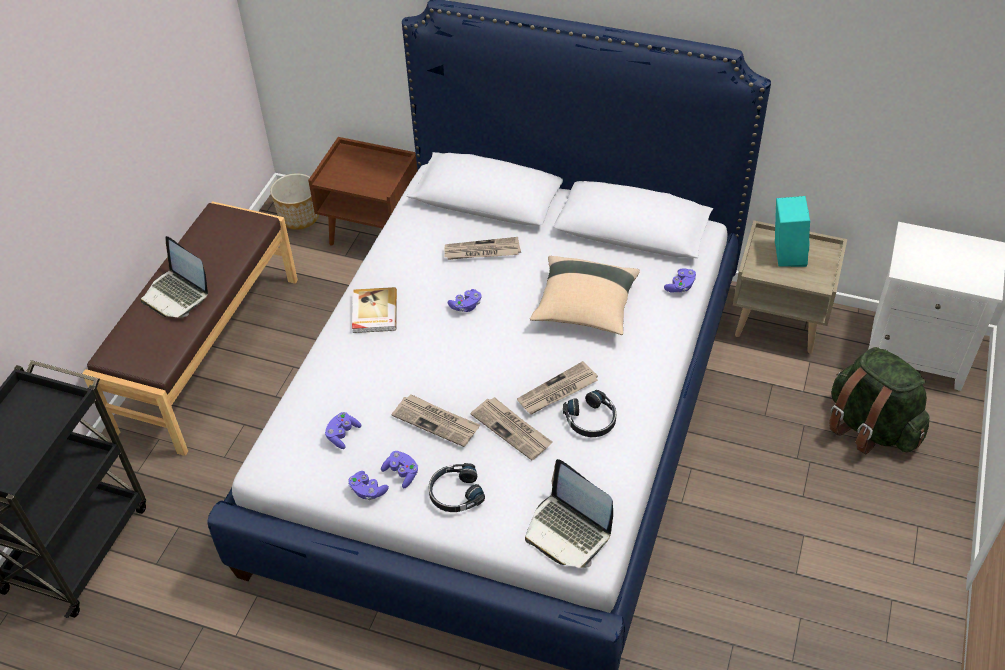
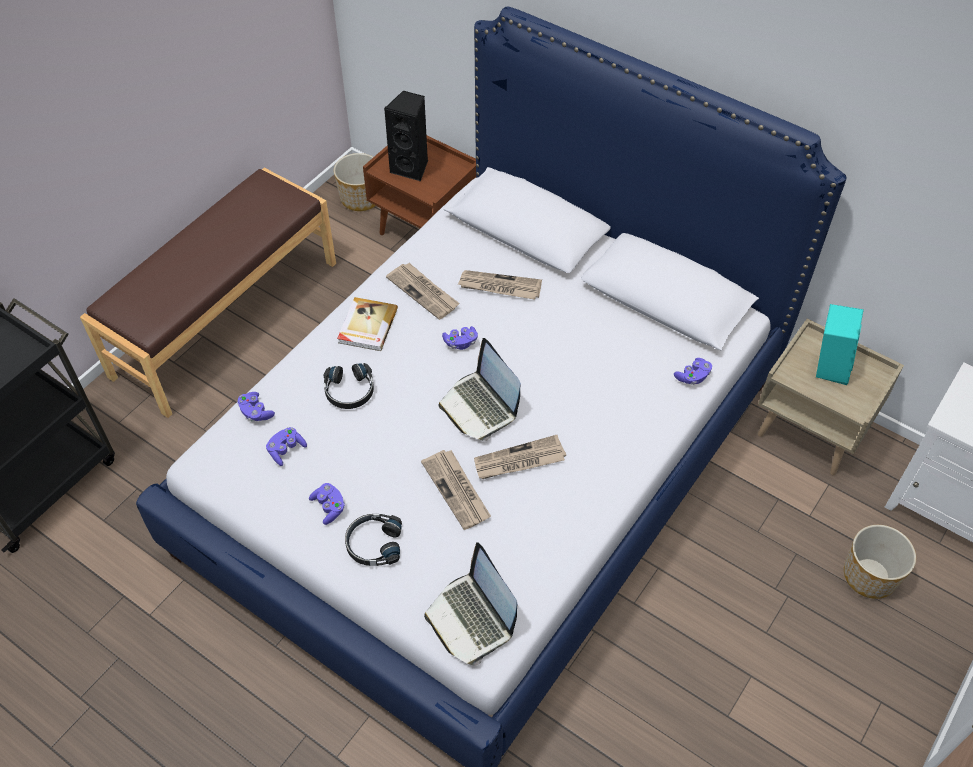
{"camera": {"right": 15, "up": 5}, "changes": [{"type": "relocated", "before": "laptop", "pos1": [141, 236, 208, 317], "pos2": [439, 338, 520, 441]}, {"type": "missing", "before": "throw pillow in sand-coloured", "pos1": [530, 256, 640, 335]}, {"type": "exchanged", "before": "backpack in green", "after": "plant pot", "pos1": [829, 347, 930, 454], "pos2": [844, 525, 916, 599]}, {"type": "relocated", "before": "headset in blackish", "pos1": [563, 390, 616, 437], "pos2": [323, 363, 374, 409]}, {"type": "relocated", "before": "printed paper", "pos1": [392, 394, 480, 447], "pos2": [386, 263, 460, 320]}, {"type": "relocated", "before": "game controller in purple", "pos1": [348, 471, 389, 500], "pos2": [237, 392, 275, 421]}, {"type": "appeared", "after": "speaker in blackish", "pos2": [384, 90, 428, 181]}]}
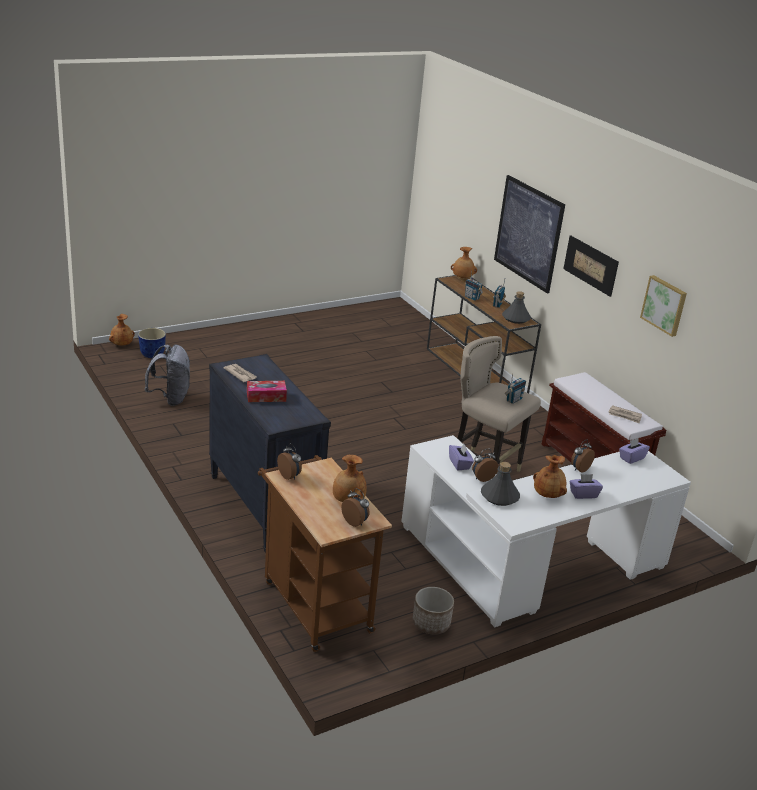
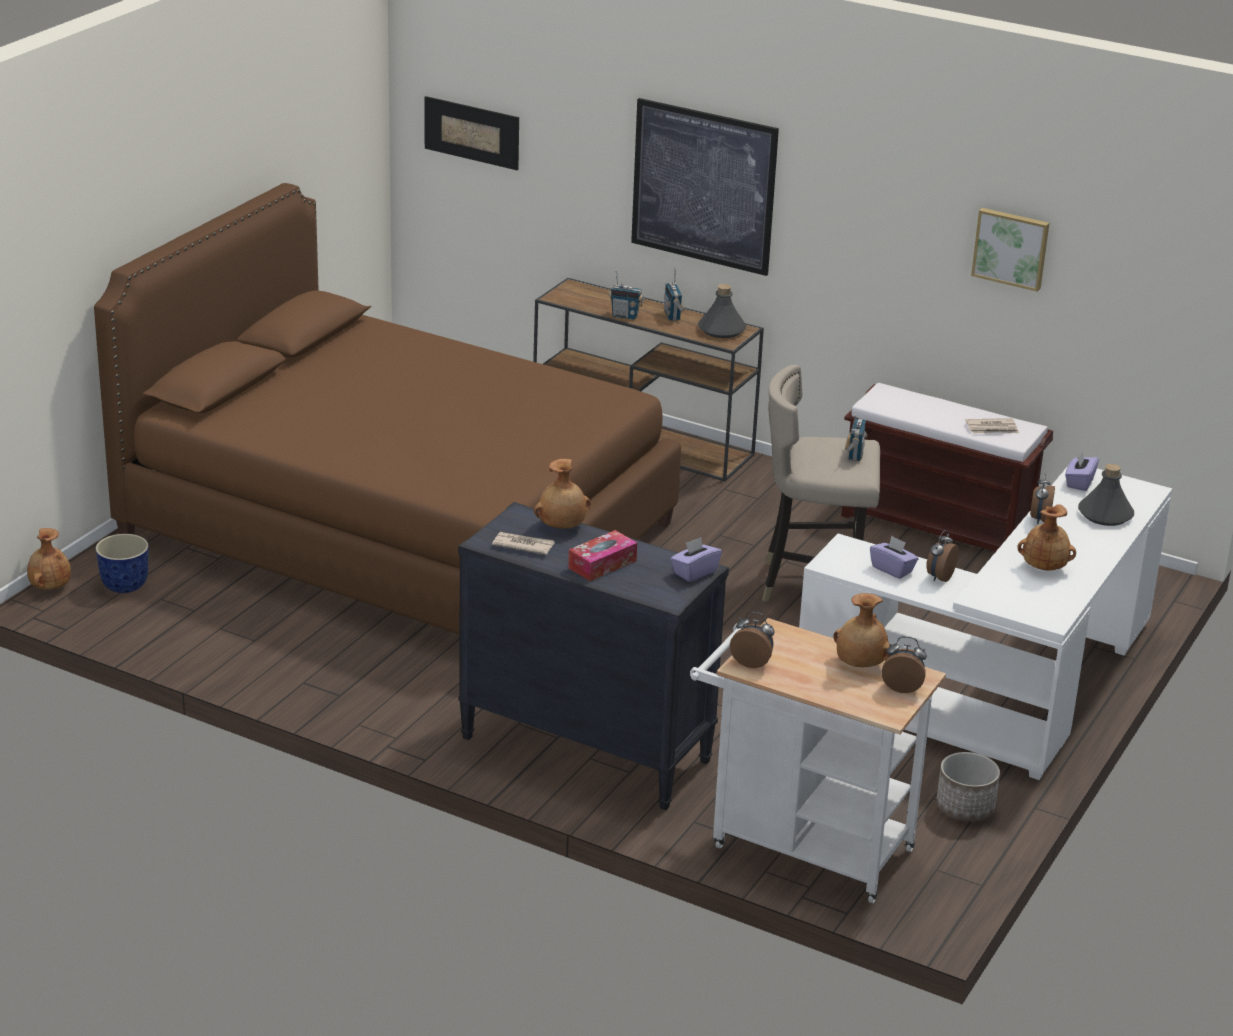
{"camera": {"right": -30, "up": 0}, "changes": [{"type": "relocated", "before": "wall art", "pos1": [563, 236, 619, 297], "pos2": [424, 96, 519, 170]}, {"type": "relocated", "before": "decorative vase in brown", "pos1": [451, 247, 477, 278], "pos2": [534, 459, 591, 529]}, {"type": "missing", "before": "backpack in greyish", "pos1": [145, 345, 190, 406]}, {"type": "colour", "before": "wheeled cart in brown", "after": "wheeled cart in white-coloured", "pos1": [258, 455, 392, 652], "pos2": [690, 618, 946, 903]}, {"type": "relocated", "before": "drink bottle in greyish", "pos1": [481, 462, 520, 506], "pos2": [1078, 464, 1134, 526]}, {"type": "relocated", "before": "tissue holder in purple", "pos1": [569, 474, 603, 499], "pos2": [670, 537, 722, 582]}, {"type": "appeared", "after": "bed in brown", "pos2": [94, 183, 681, 634]}]}
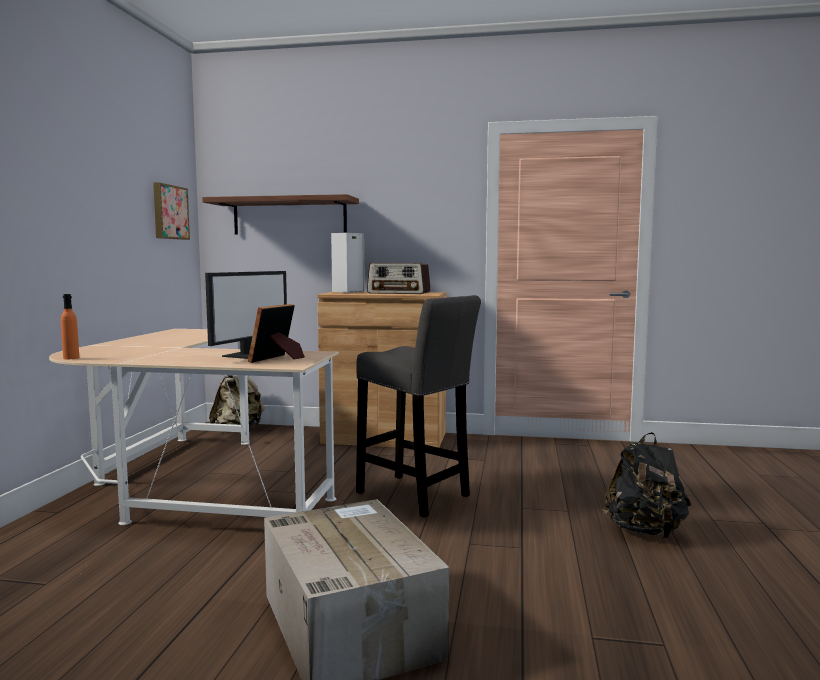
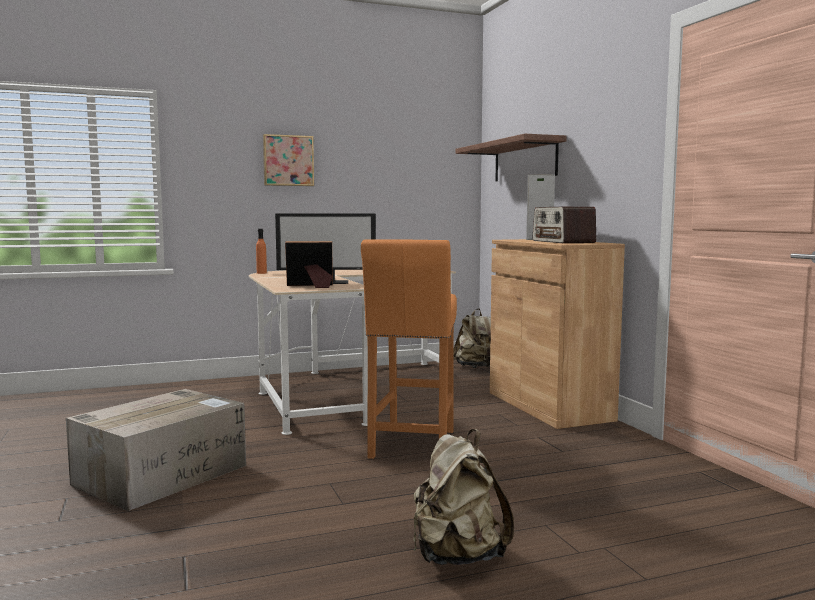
{"camera": {"right": 60, "up": 0}, "changes": [{"type": "relocated", "before": "wall art", "pos1": [153, 183, 190, 240], "pos2": [263, 134, 314, 186]}, {"type": "colour", "before": "stool seat in greyish", "after": "stool seat in orange", "pos1": [356, 295, 481, 518], "pos2": [361, 240, 457, 459]}, {"type": "colour", "before": "backpack in blackish", "after": "backpack in sand-coloured", "pos1": [601, 432, 691, 538], "pos2": [413, 429, 514, 565]}]}
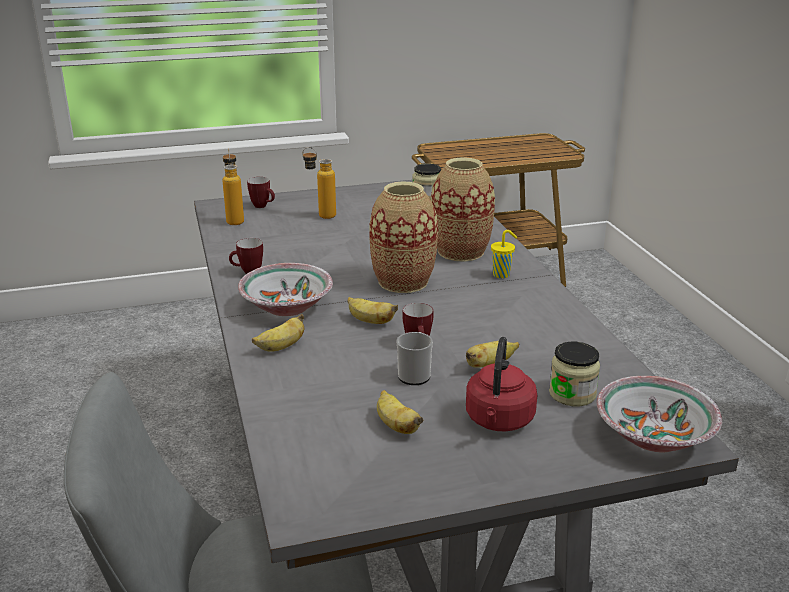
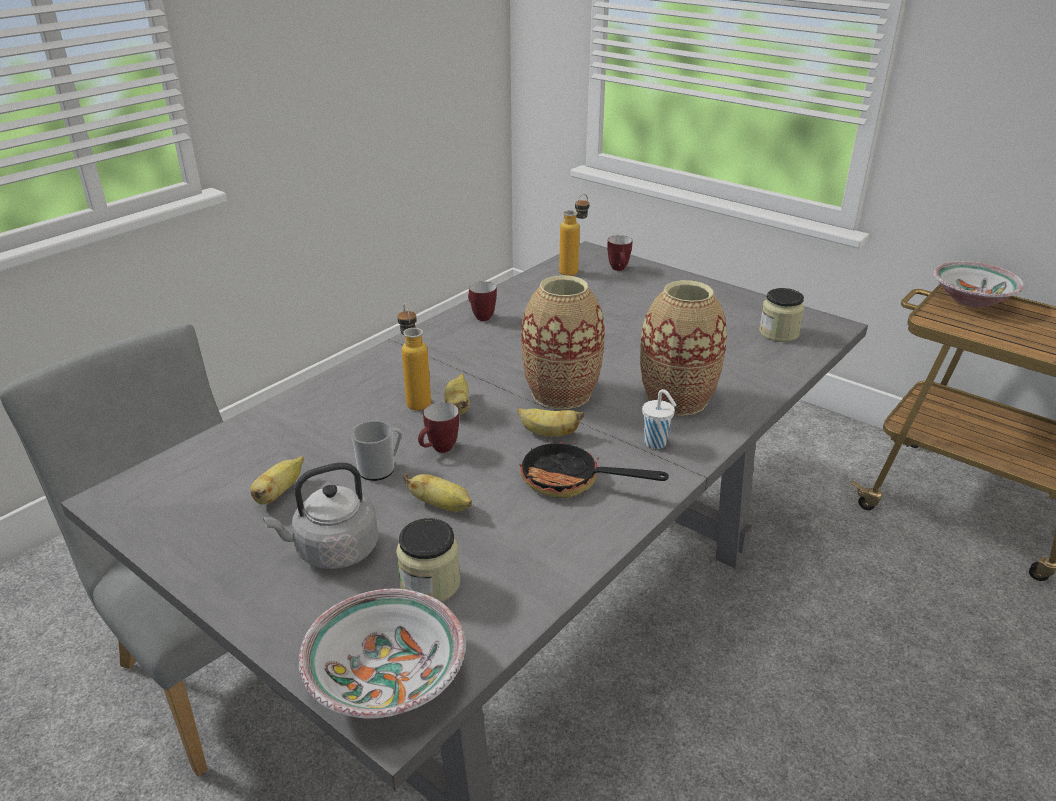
{"camera": {"right": 55, "up": 5}, "changes": [{"type": "relocated", "before": "drink bottle", "pos1": [302, 147, 336, 219], "pos2": [397, 304, 431, 411]}, {"type": "colour", "before": "small cup in yellow-coloured", "after": "small cup in white-coloured", "pos1": [491, 230, 517, 278], "pos2": [642, 389, 676, 449]}, {"type": "relocated", "before": "deep dish", "pos1": [238, 263, 333, 316], "pos2": [933, 261, 1025, 307]}, {"type": "relocated", "before": "whole banana", "pos1": [252, 314, 304, 352], "pos2": [517, 408, 584, 436]}, {"type": "colour", "before": "kettle in reddish", "after": "kettle in greyish", "pos1": [466, 337, 537, 431], "pos2": [263, 463, 379, 569]}, {"type": "appeared", "after": "skillet", "pos2": [519, 440, 669, 498]}]}
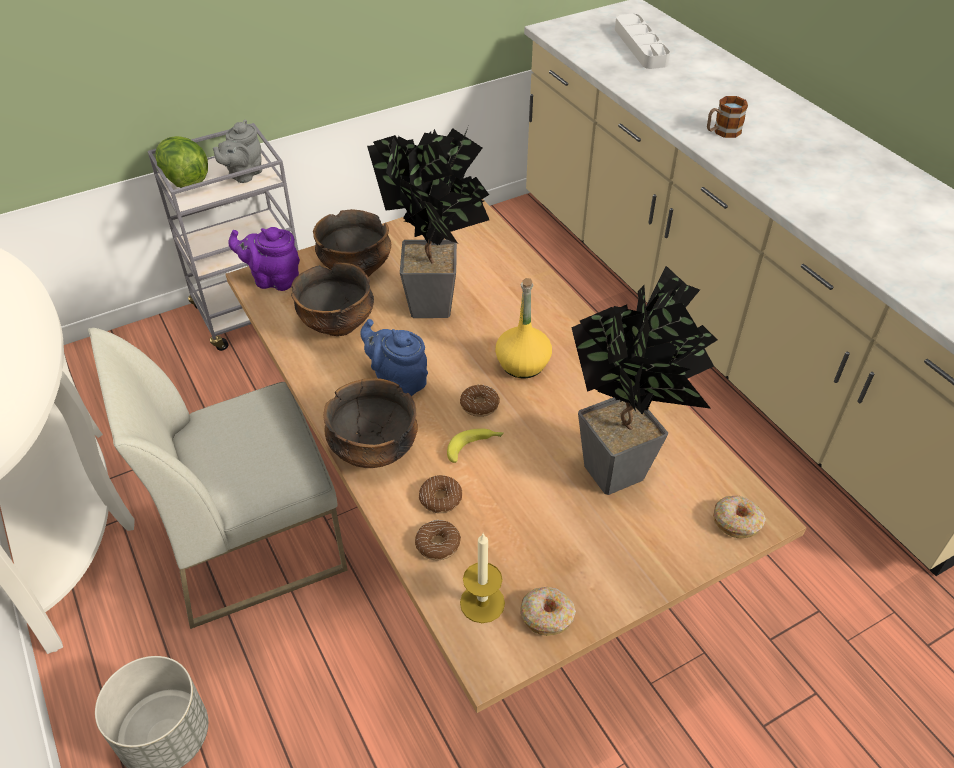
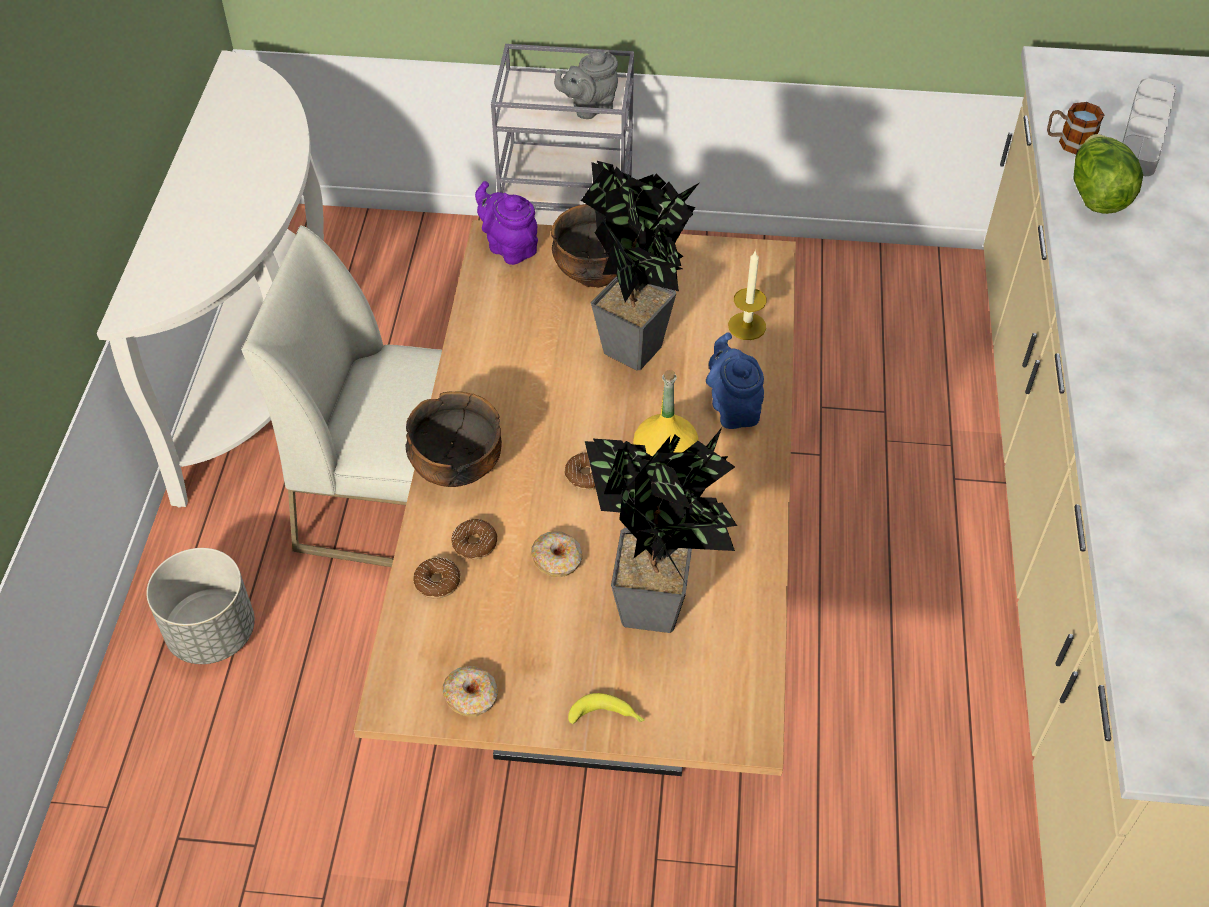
{"camera": {"right": 35, "up": 5}, "changes": [{"type": "relocated", "before": "tea mug", "pos1": [707, 96, 748, 138], "pos2": [1047, 102, 1104, 155]}, {"type": "relocated", "before": "lettuce", "pos1": [155, 136, 208, 188], "pos2": [1073, 134, 1143, 214]}, {"type": "missing", "before": "deep dish", "pos1": [291, 263, 374, 336]}, {"type": "relocated", "before": "pot for tea in blue", "pos1": [360, 319, 428, 396], "pos2": [706, 332, 764, 429]}, {"type": "relocated", "before": "whole banana", "pos1": [447, 428, 504, 463], "pos2": [568, 693, 645, 724]}, {"type": "relocated", "before": "doughnut", "pos1": [713, 496, 766, 538], "pos2": [531, 531, 583, 577]}, {"type": "relocated", "before": "candle", "pos1": [460, 534, 505, 623], "pos2": [728, 250, 767, 340]}]}
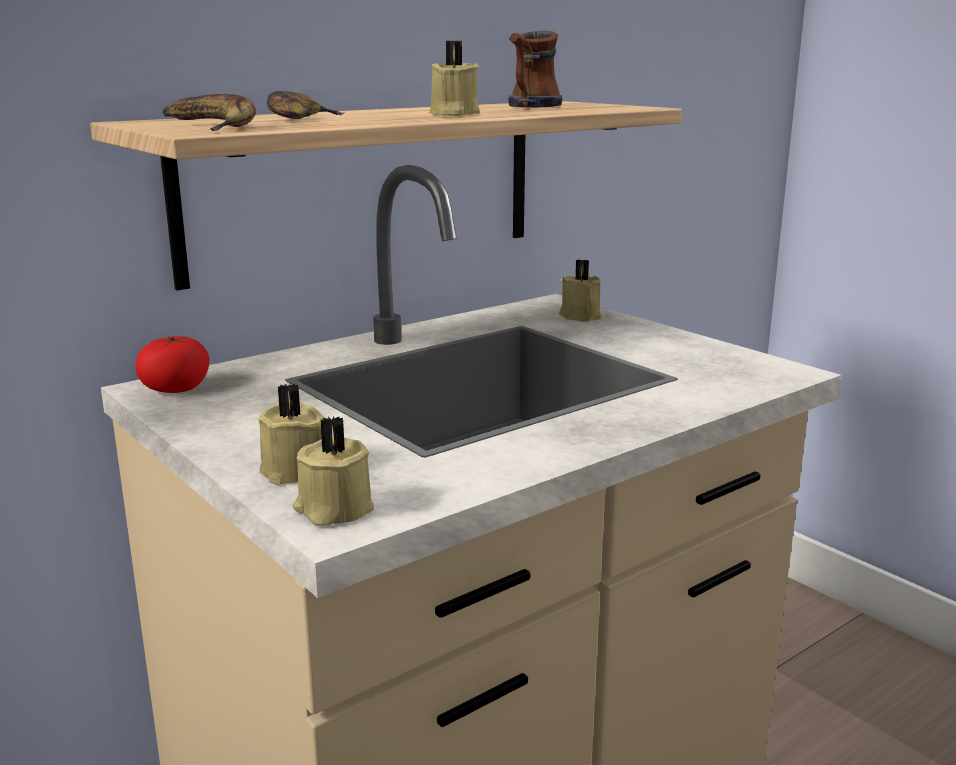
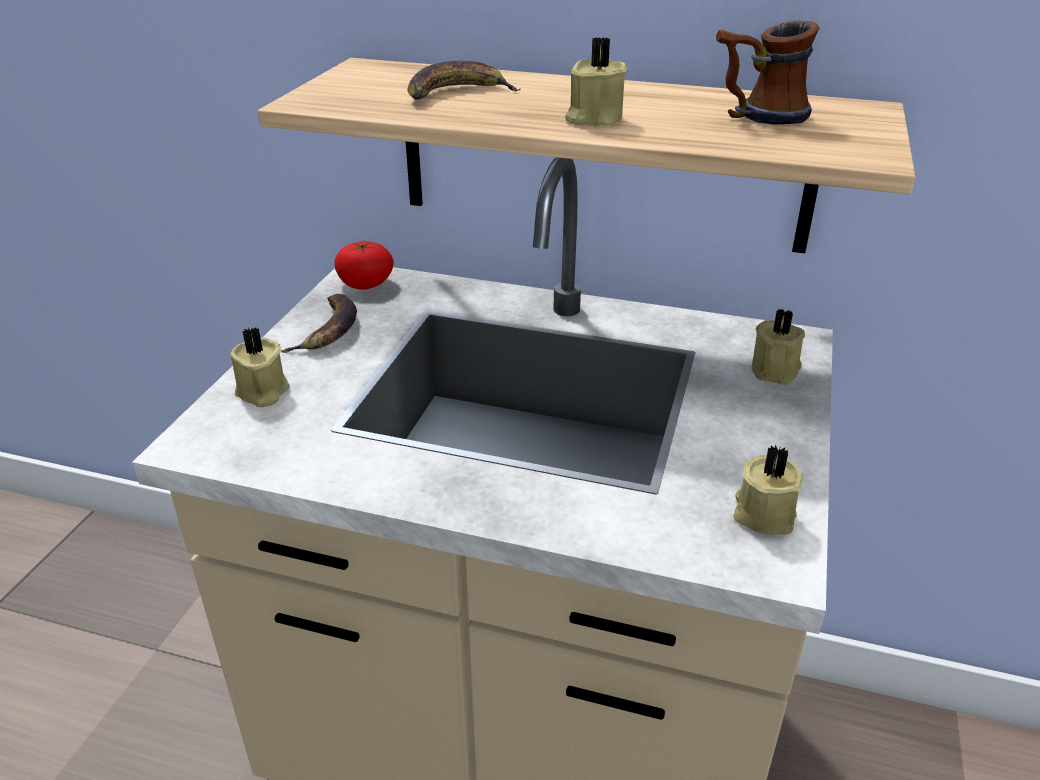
{"camera": {"right": 55, "up": 15}, "changes": [{"type": "relocated", "before": "whole banana", "pos1": [162, 94, 256, 131], "pos2": [281, 294, 357, 353]}, {"type": "relocated", "before": "candle in sand-coloured", "pos1": [293, 416, 374, 525], "pos2": [733, 445, 803, 535]}]}
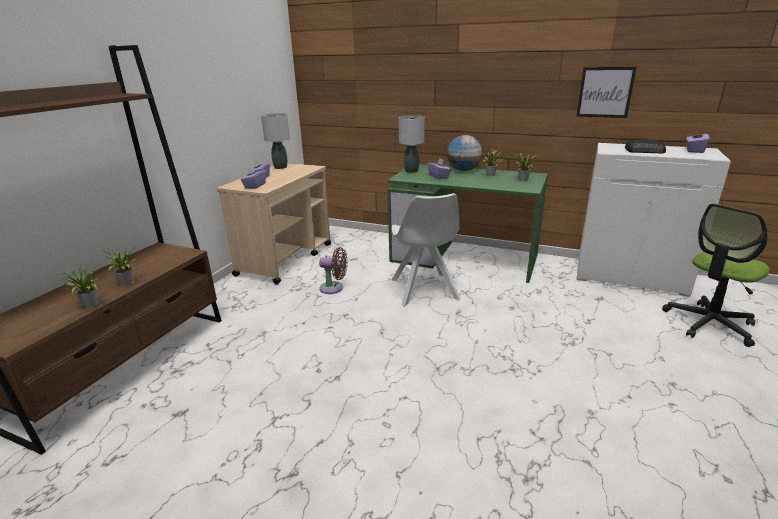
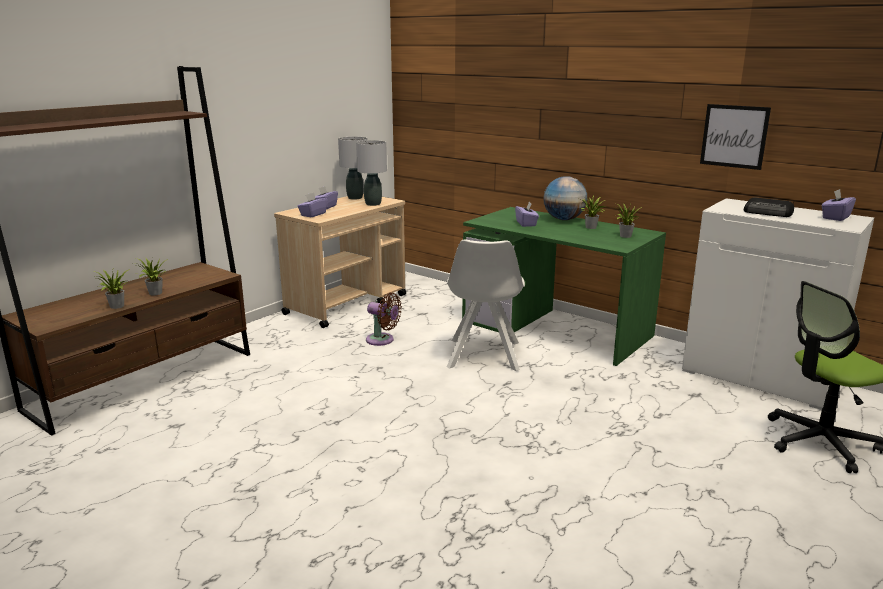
{"camera": {"right": 15, "up": -5}, "changes": [{"type": "relocated", "before": "tabletop lamp in greyish", "pos1": [399, 115, 425, 173], "pos2": [356, 140, 387, 206]}]}
